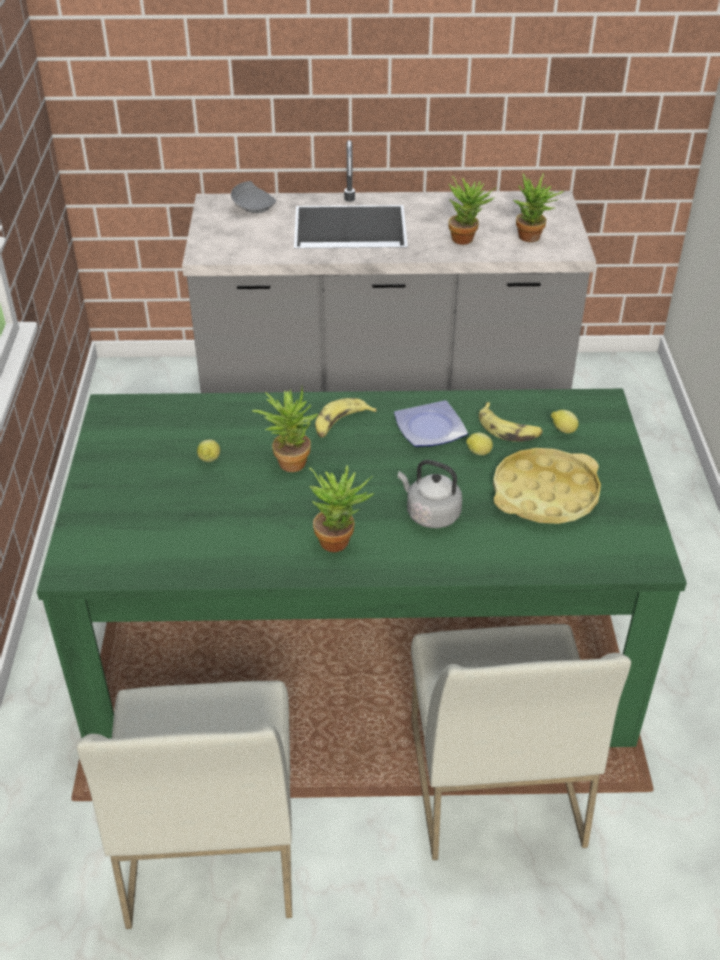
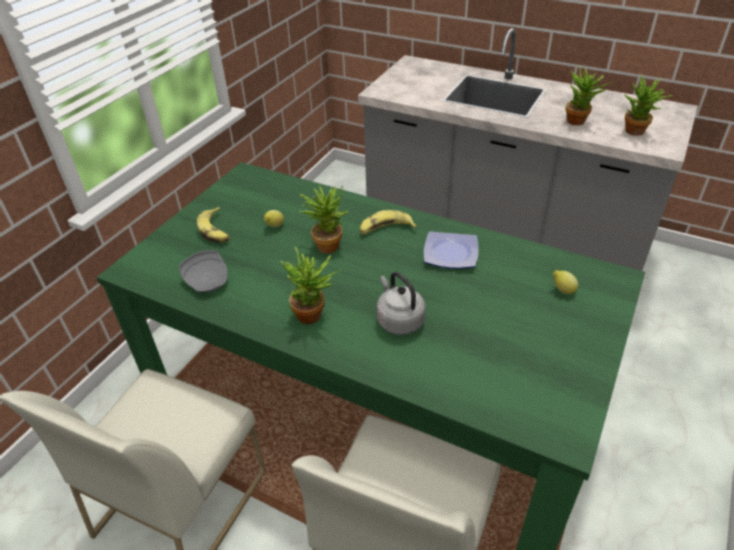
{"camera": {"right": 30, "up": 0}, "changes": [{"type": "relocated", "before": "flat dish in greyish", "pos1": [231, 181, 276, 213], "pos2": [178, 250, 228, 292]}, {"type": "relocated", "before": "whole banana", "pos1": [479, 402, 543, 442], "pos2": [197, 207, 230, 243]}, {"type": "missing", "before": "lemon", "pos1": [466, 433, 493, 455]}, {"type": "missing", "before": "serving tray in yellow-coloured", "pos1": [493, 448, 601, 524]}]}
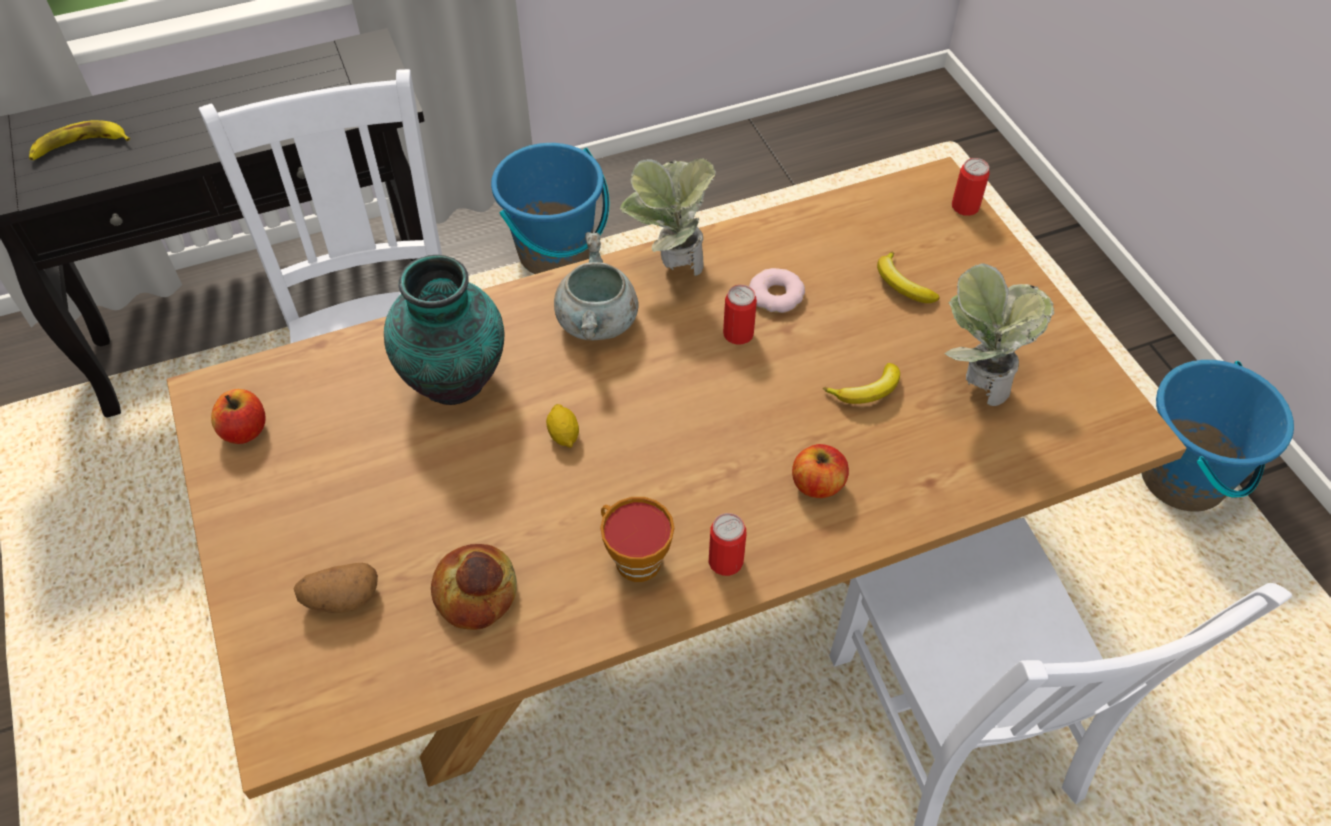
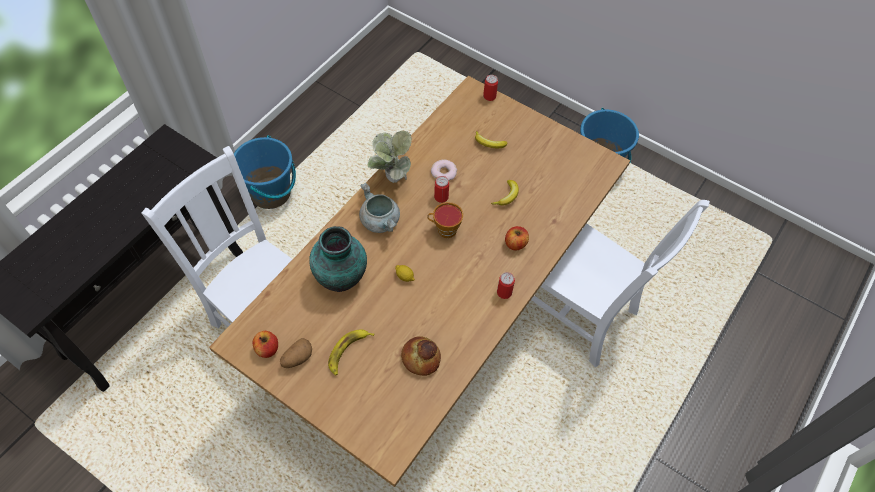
{"camera": {"right": -35, "up": 5}, "changes": [{"type": "relocated", "before": "whole banana", "pos1": [29, 120, 130, 160], "pos2": [328, 329, 374, 376]}, {"type": "missing", "before": "houseplant", "pos1": [944, 263, 1054, 406]}, {"type": "relocated", "before": "small cup", "pos1": [600, 497, 674, 582], "pos2": [427, 202, 463, 238]}, {"type": "relocated", "before": "whole potato", "pos1": [294, 563, 378, 613], "pos2": [280, 338, 312, 368]}]}
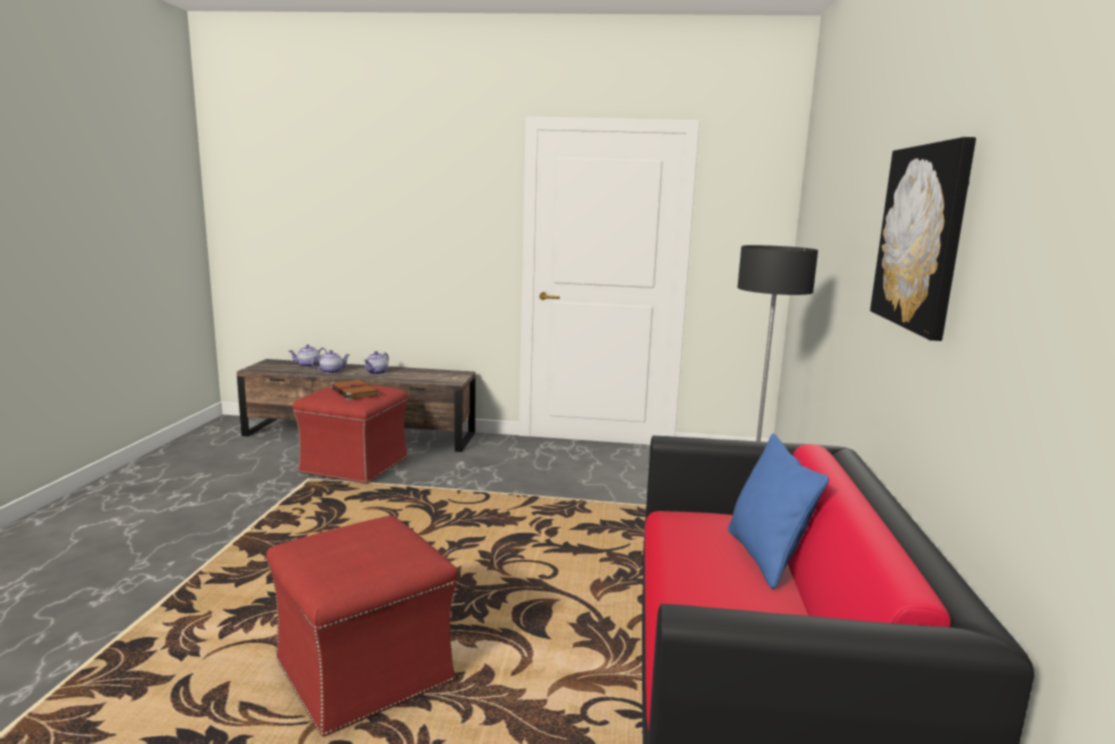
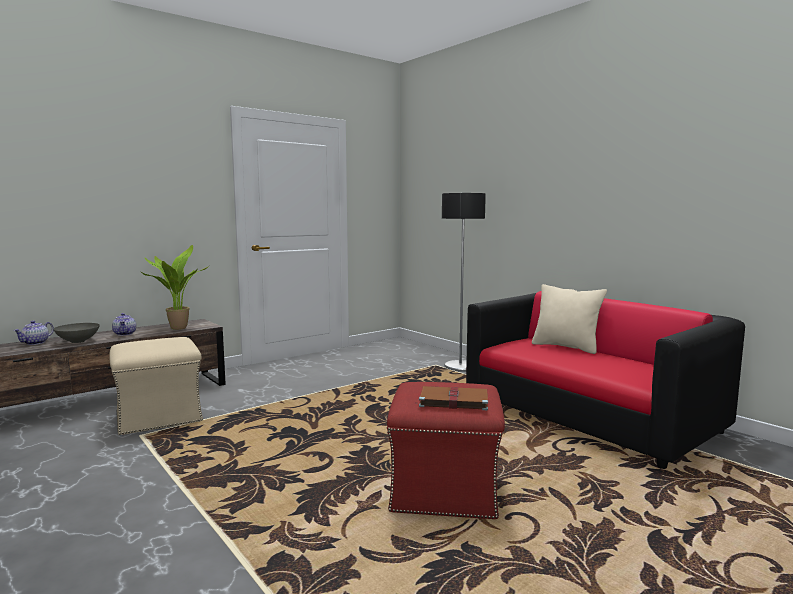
{"camera": {"right": -45, "up": -5}, "changes": [{"type": "missing", "before": "wall art", "pos1": [870, 137, 976, 341]}, {"type": "exchanged", "before": "pot for tea", "after": "deep dish in greyish", "pos1": [311, 350, 350, 374], "pos2": [53, 323, 100, 343]}, {"type": "relocated", "before": "bound book in brown", "pos1": [330, 379, 380, 400], "pos2": [414, 386, 488, 410]}, {"type": "colour", "before": "pouffe in reddish", "after": "pouffe in sand-coloured", "pos1": [293, 385, 408, 484], "pos2": [109, 337, 203, 436]}, {"type": "colour", "before": "throw pillow in blue", "after": "throw pillow in sand-coloured", "pos1": [727, 433, 829, 589], "pos2": [532, 284, 607, 354]}, {"type": "appeared", "after": "houseplant", "pos2": [141, 245, 211, 330]}]}
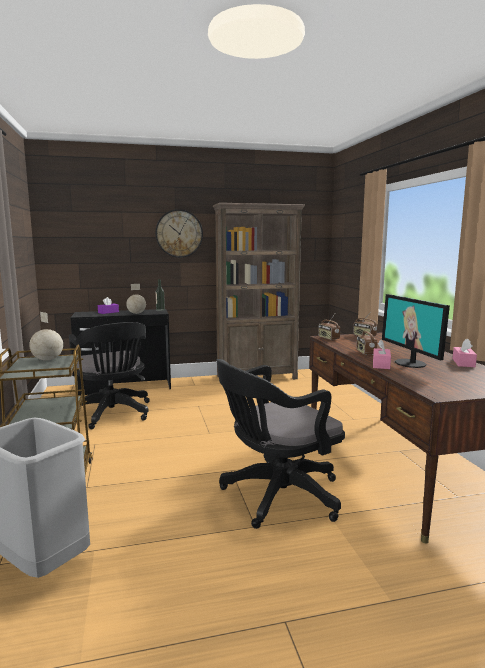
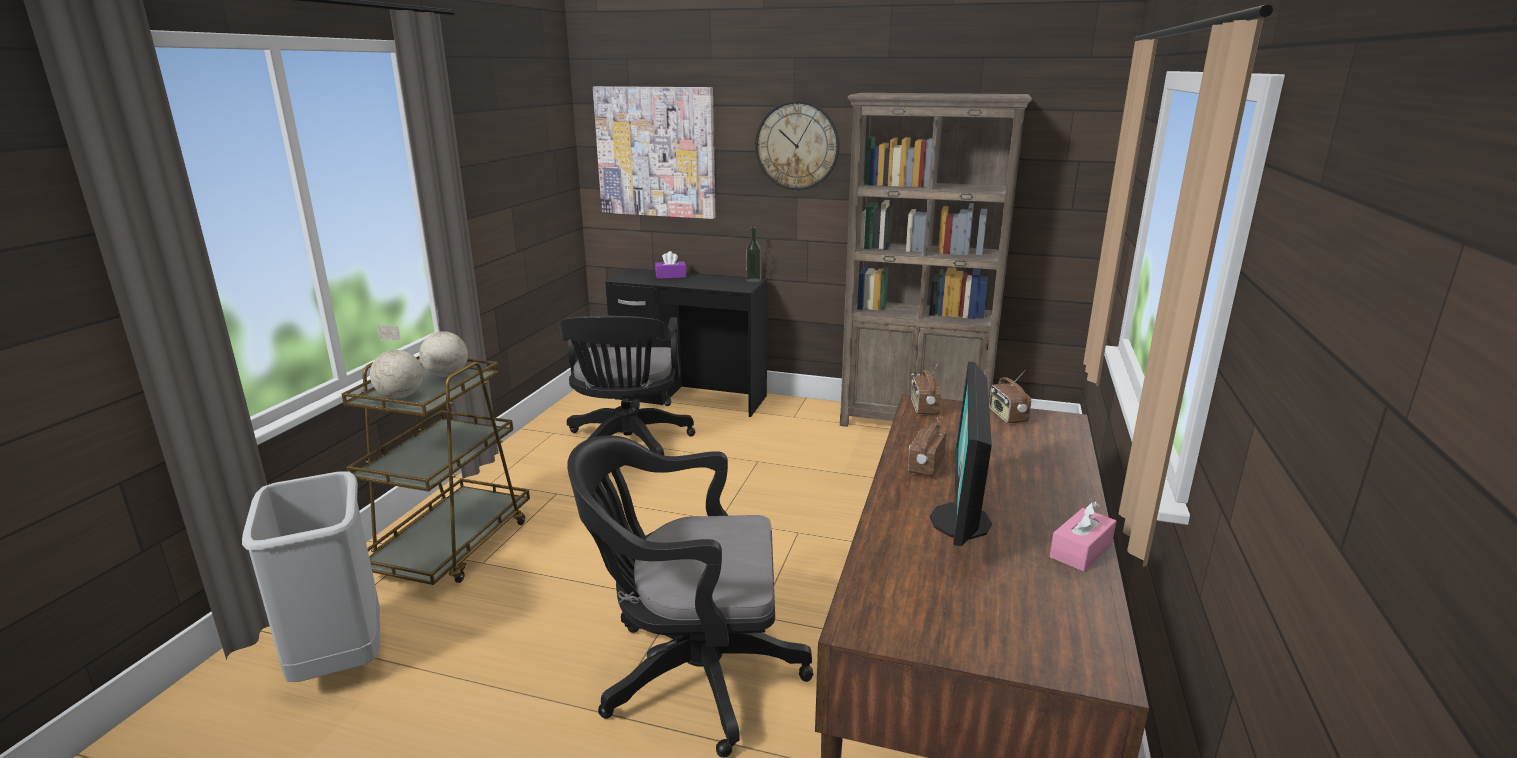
{"camera": {"right": 30, "up": 10}, "changes": [{"type": "relocated", "before": "world globe", "pos1": [126, 284, 146, 314], "pos2": [370, 325, 423, 399]}, {"type": "missing", "before": "tissue holder in pink", "pos1": [373, 339, 391, 369]}, {"type": "appeared", "after": "wall art", "pos2": [593, 86, 715, 219]}]}
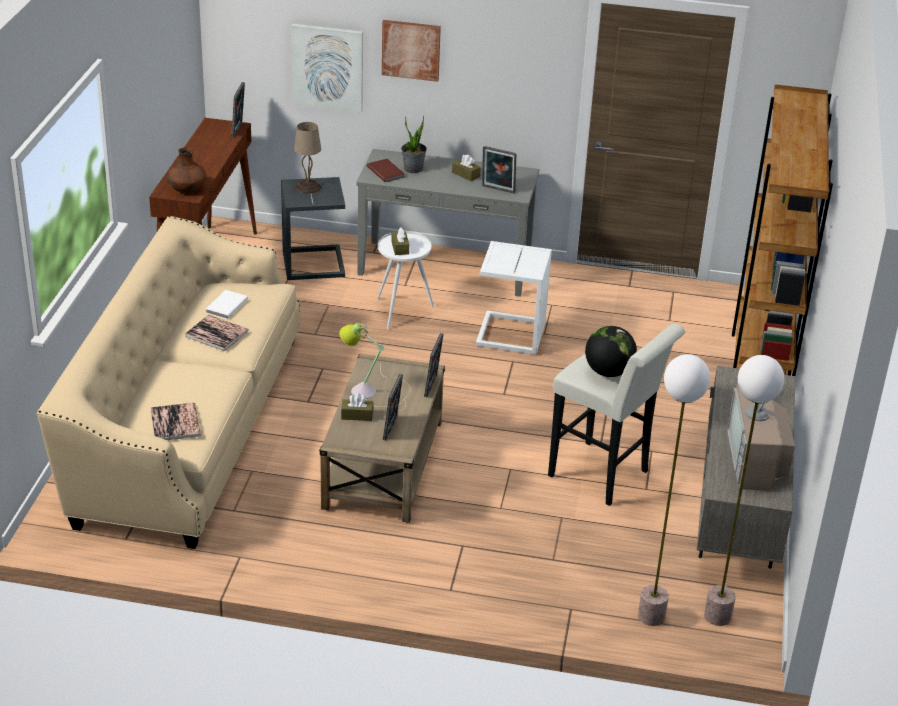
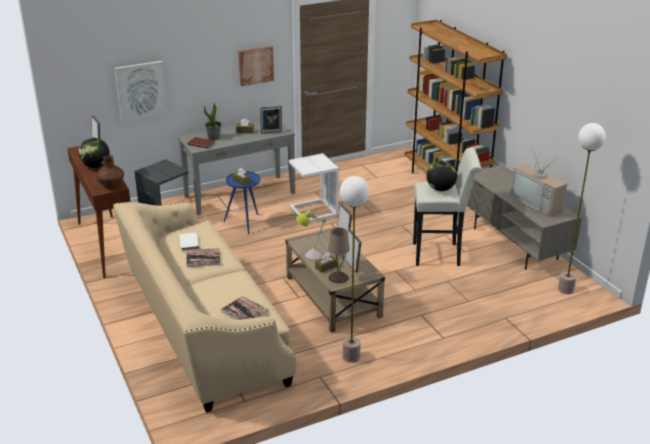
{"camera": {"right": -35, "up": -5}, "changes": [{"type": "relocated", "before": "wall art", "pos1": [382, 20, 441, 82], "pos2": [238, 46, 274, 86]}, {"type": "relocated", "before": "tabletop lamp in sand-coloured", "pos1": [294, 122, 321, 193], "pos2": [328, 228, 350, 284]}, {"type": "colour", "before": "accent table in white-coloured", "after": "accent table in blue", "pos1": [377, 231, 434, 330], "pos2": [224, 171, 260, 234]}, {"type": "relocated", "before": "standard lamp", "pos1": [638, 354, 710, 626], "pos2": [340, 176, 369, 363]}, {"type": "appeared", "after": "world globe", "pos2": [79, 138, 110, 168]}]}
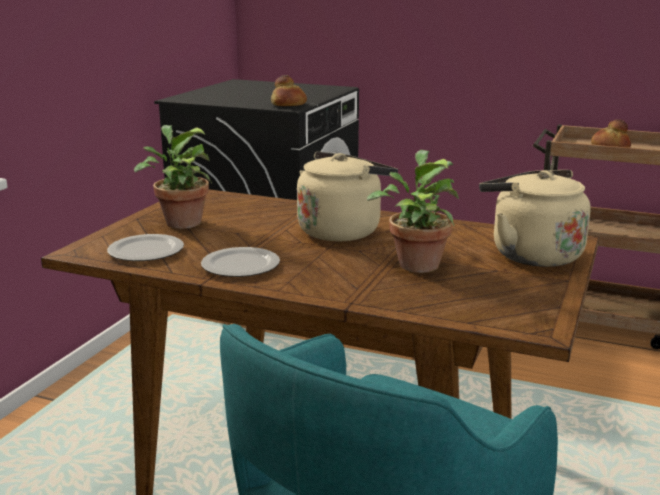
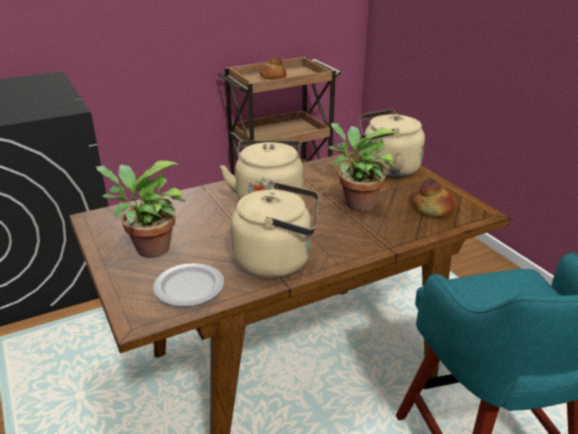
{"camera": {"right": -50, "up": 10}, "changes": [{"type": "relocated", "before": "bread", "pos1": [271, 75, 307, 106], "pos2": [412, 178, 456, 217]}, {"type": "exchanged", "before": "flat dish", "after": "kettle in sand-coloured", "pos1": [201, 247, 280, 277], "pos2": [231, 182, 319, 278]}]}
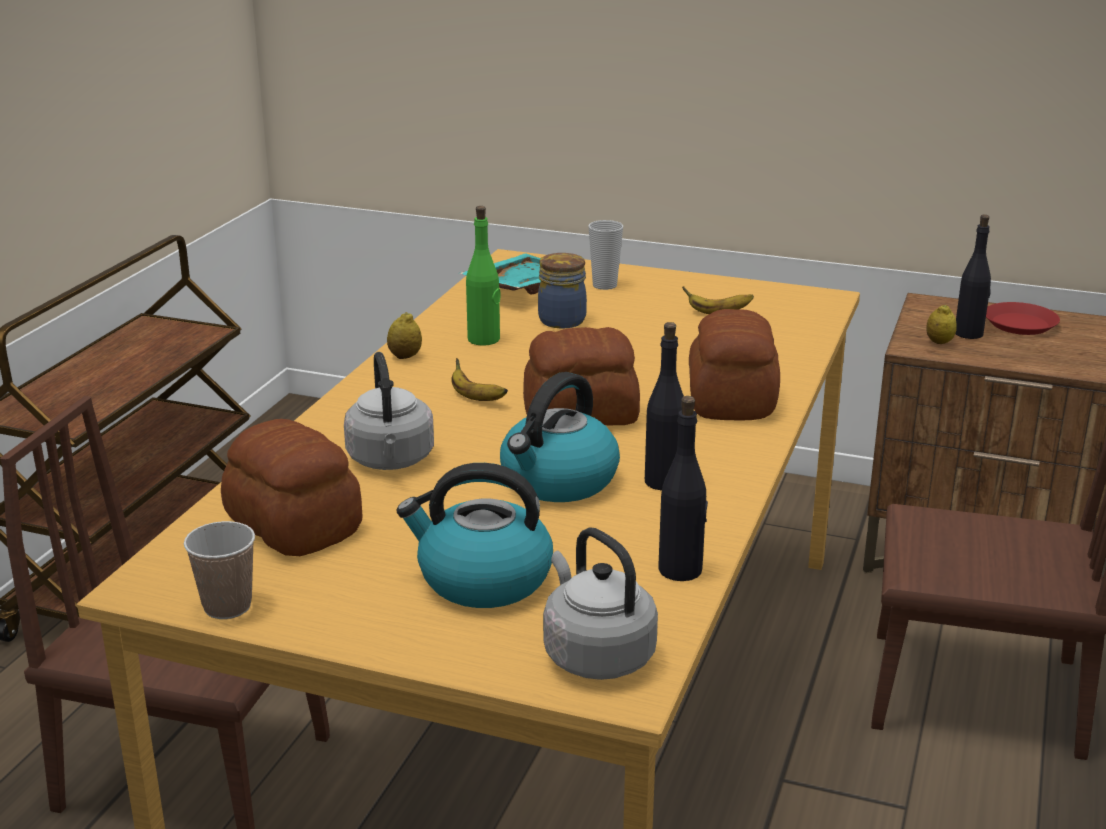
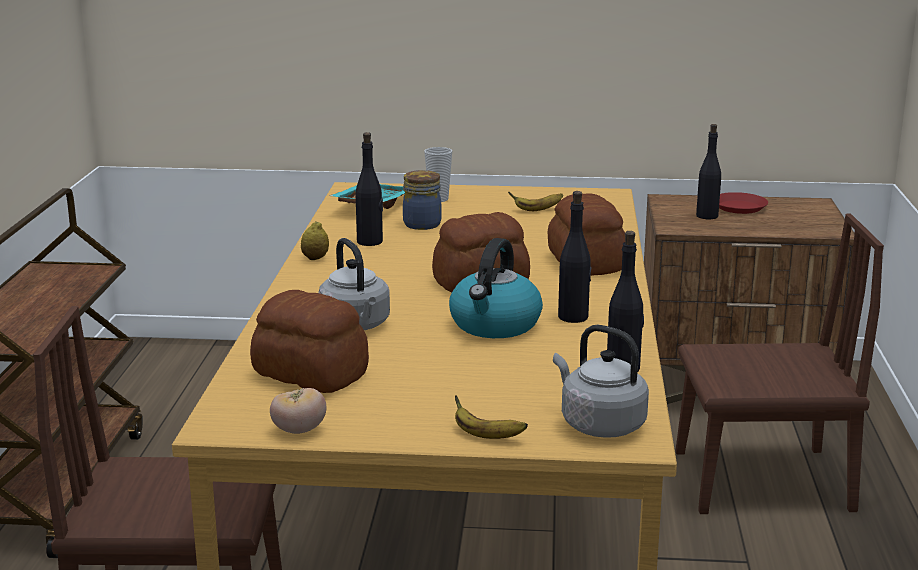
{"camera": {"right": -15, "up": -5}, "changes": [{"type": "colour", "before": "drink bottle in green", "after": "drink bottle in blackish", "pos1": [466, 206, 501, 346], "pos2": [356, 132, 383, 246]}, {"type": "missing", "before": "lemon", "pos1": [927, 305, 957, 344]}, {"type": "relocated", "before": "whole banana", "pos1": [451, 358, 508, 401], "pos2": [455, 395, 528, 439]}, {"type": "missing", "before": "kettle", "pos1": [396, 463, 553, 608]}, {"type": "exchanged", "before": "small cup", "after": "tomato", "pos1": [184, 521, 255, 619], "pos2": [270, 388, 326, 434]}]}
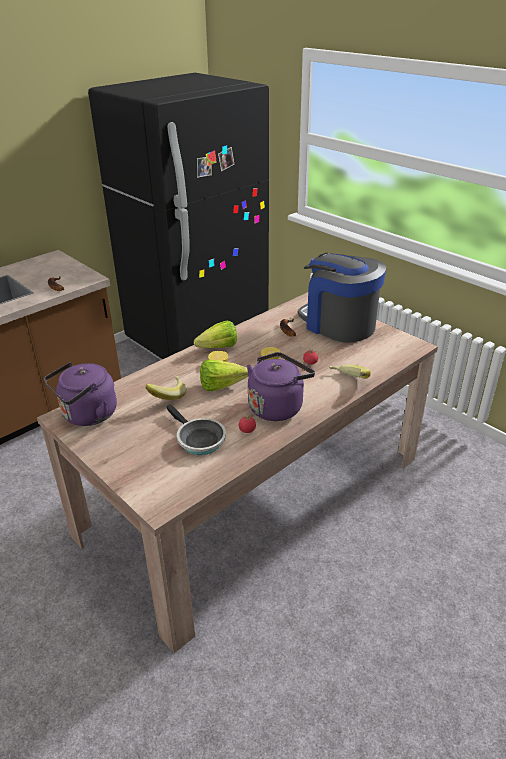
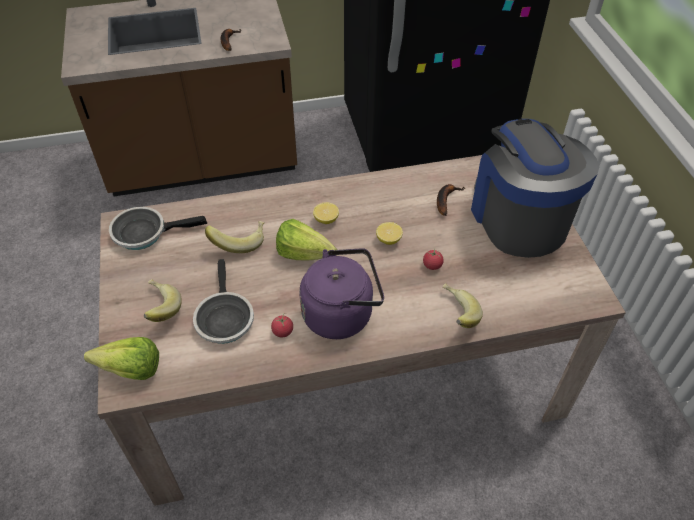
{"camera": {"right": 30, "up": 15}, "changes": [{"type": "relocated", "before": "lettuce", "pos1": [194, 321, 237, 348], "pos2": [84, 337, 159, 380]}, {"type": "exchanged", "before": "kettle in purple", "after": "skillet", "pos1": [44, 362, 117, 426], "pos2": [109, 207, 207, 250]}, {"type": "appeared", "after": "whole banana", "pos2": [144, 279, 182, 322]}]}
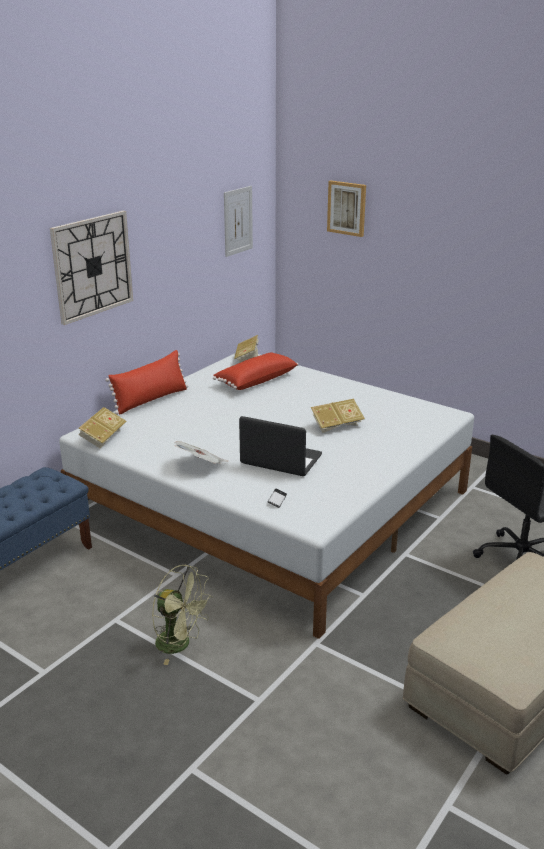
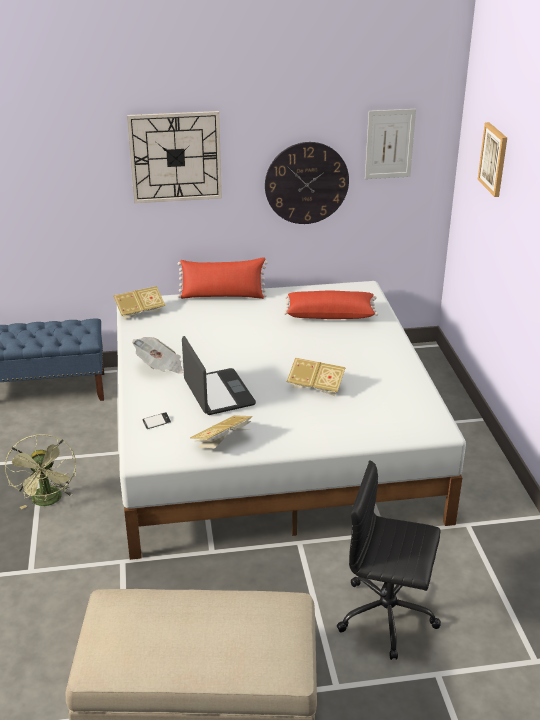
{"camera": {"right": 45, "up": 5}, "changes": [{"type": "relocated", "before": "bound book", "pos1": [234, 335, 259, 363], "pos2": [190, 415, 253, 449]}, {"type": "appeared", "after": "hanging clock", "pos2": [265, 142, 349, 224]}]}
